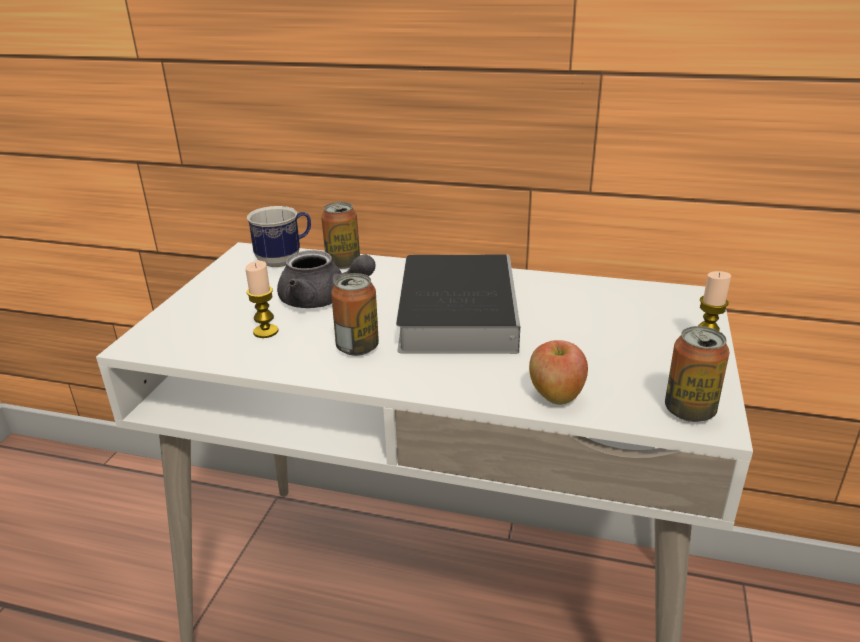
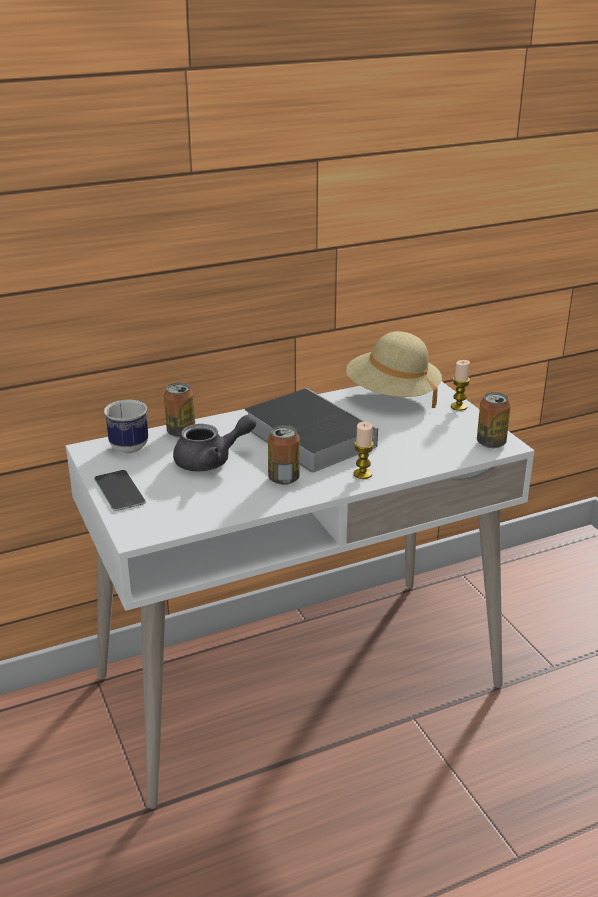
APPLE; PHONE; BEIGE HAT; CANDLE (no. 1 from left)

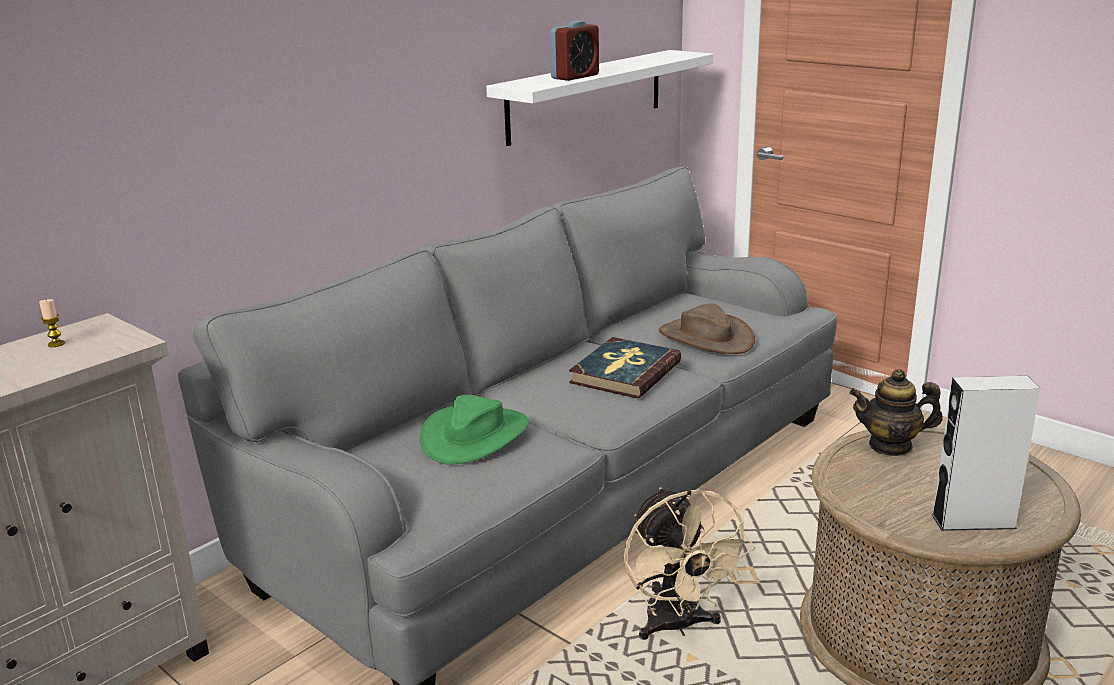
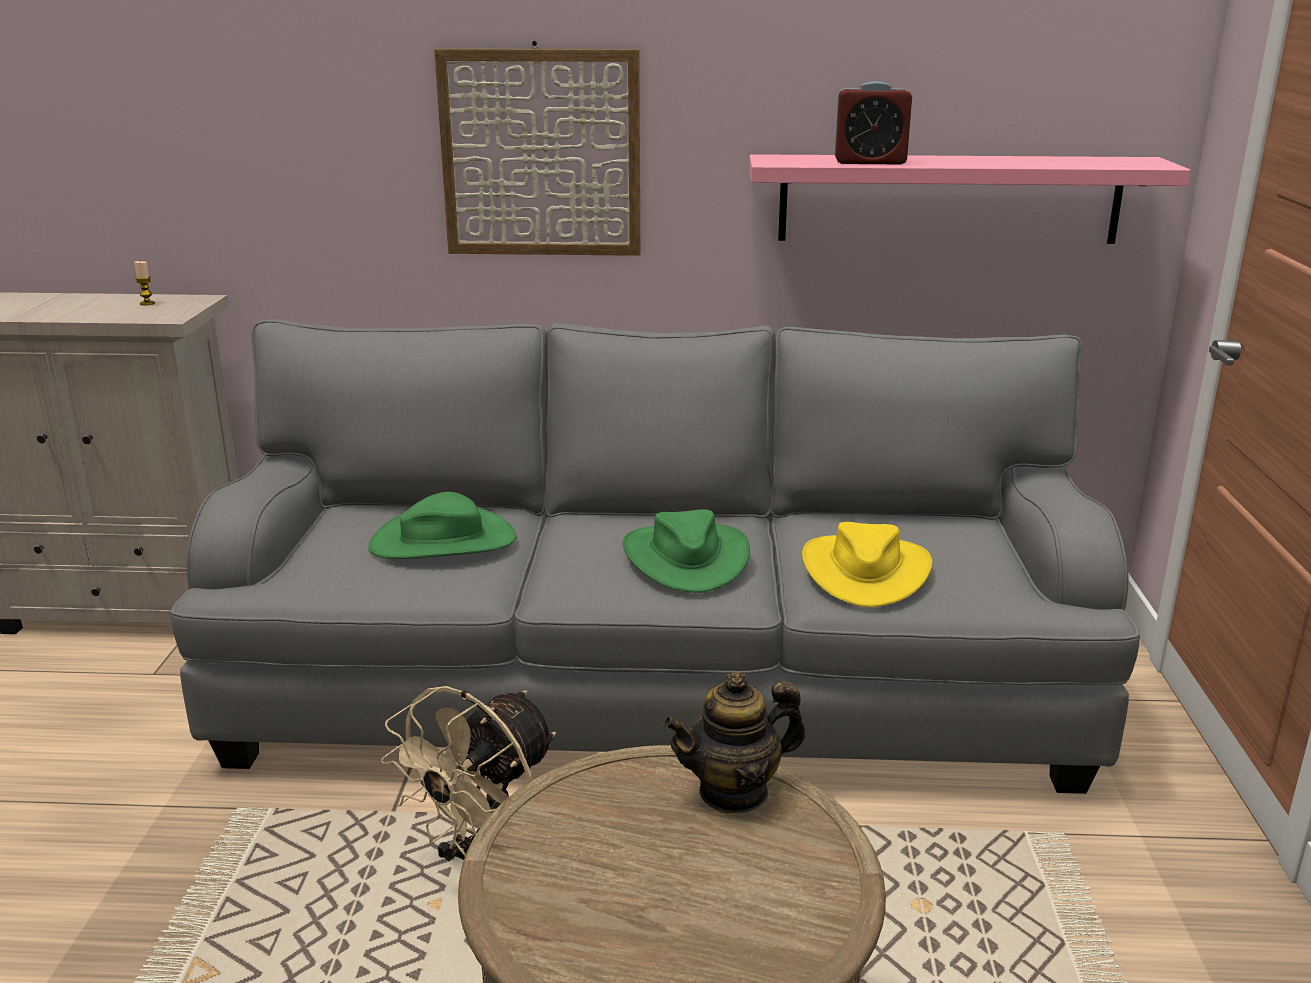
GREY SPEAKER; PICTURE; GREEN HAT (no. 2 from left); PINK SHELF; YELLOW HAT; TEAPOT

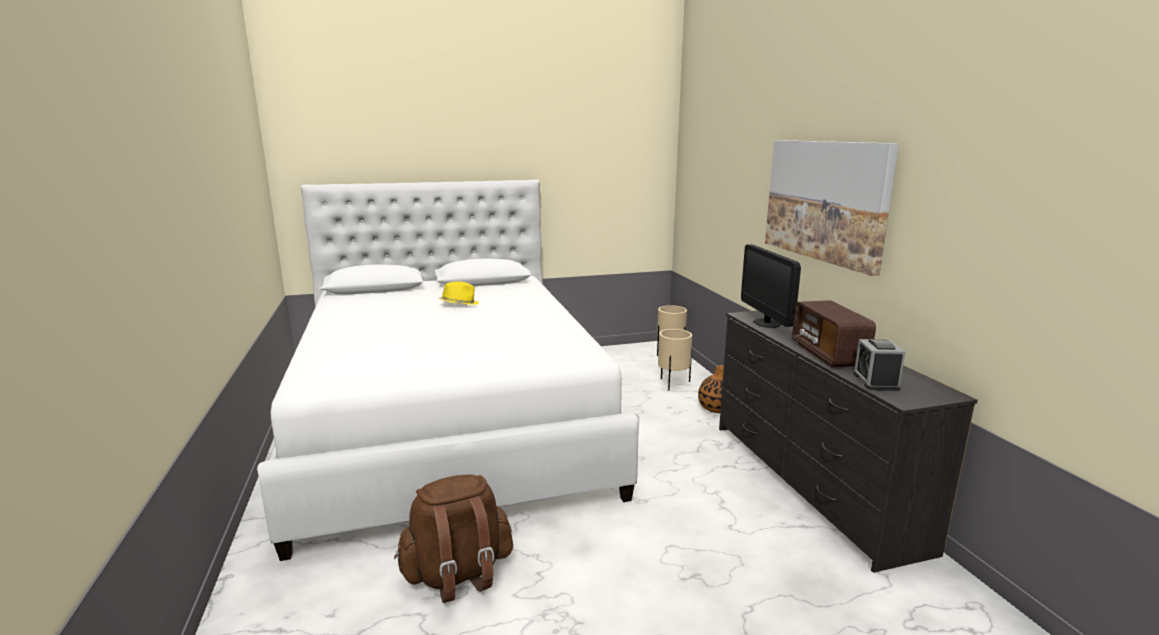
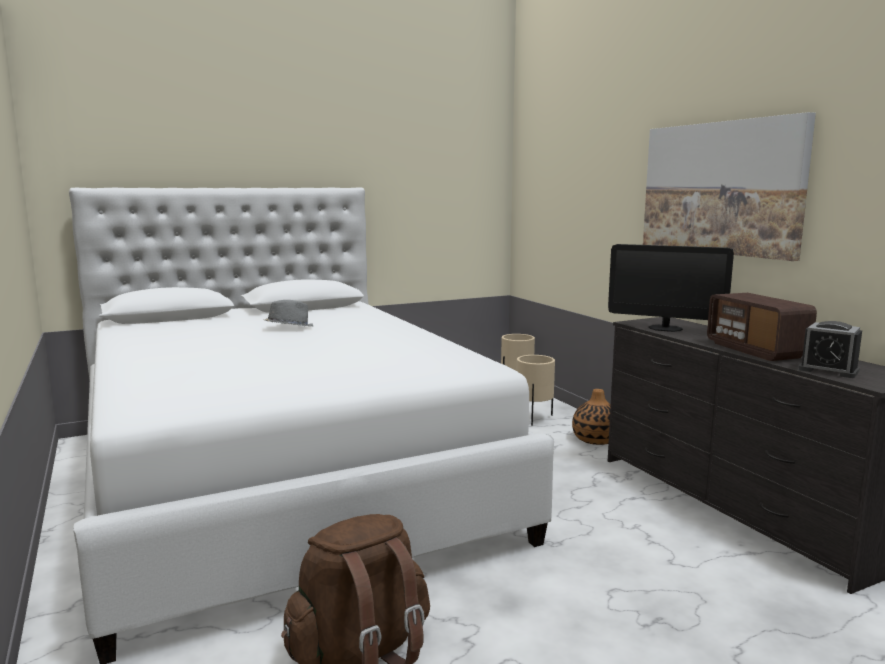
GREY HAT; MONITOR; ALARM CLOCK

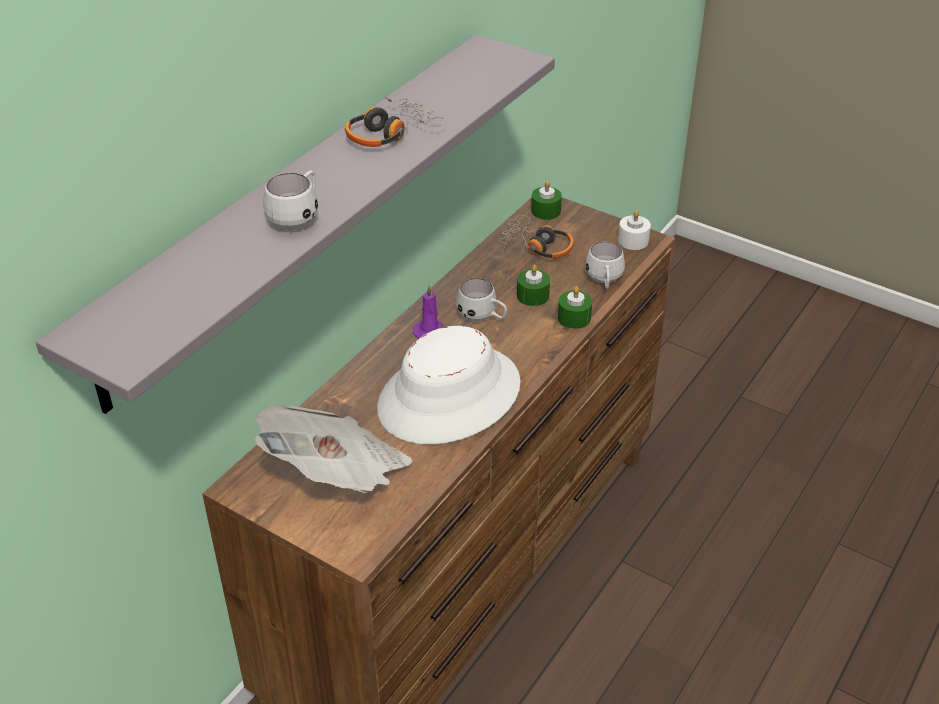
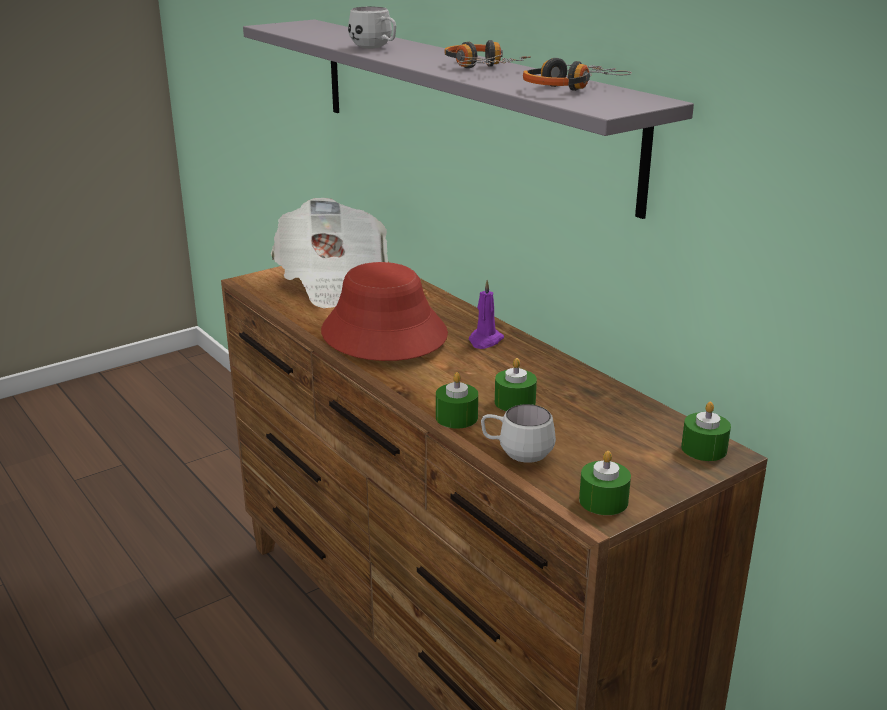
WHITE MUG (no. 2 from left in the first image); HEADPHONES (no. 2 from left); RED HAT; GREEN CANDLE (no. 3 from left)

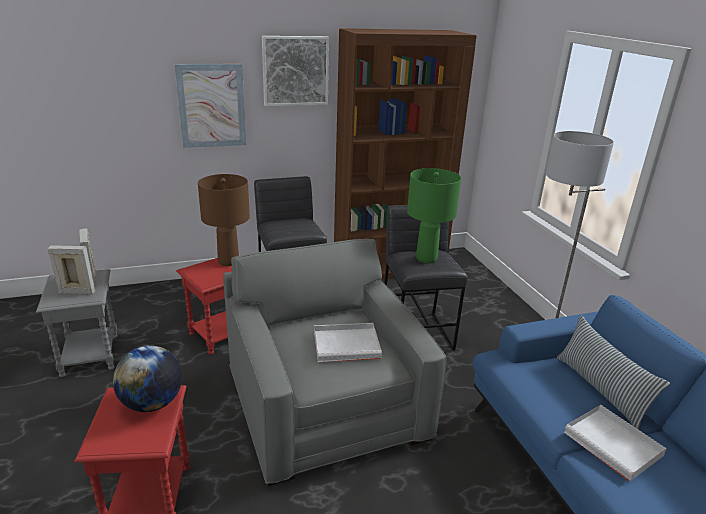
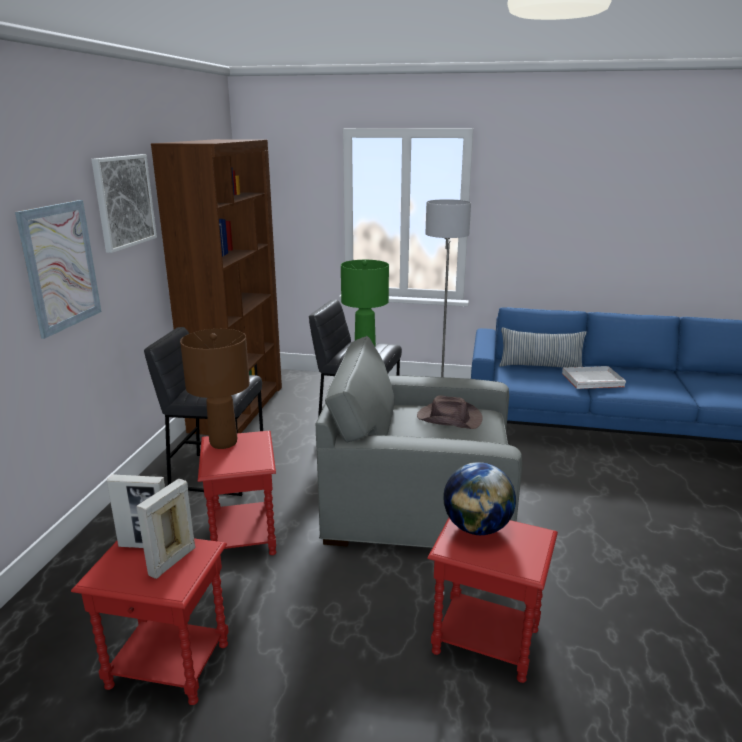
BROWN HAT; RED SIDE TABLE (no. 1 from left)

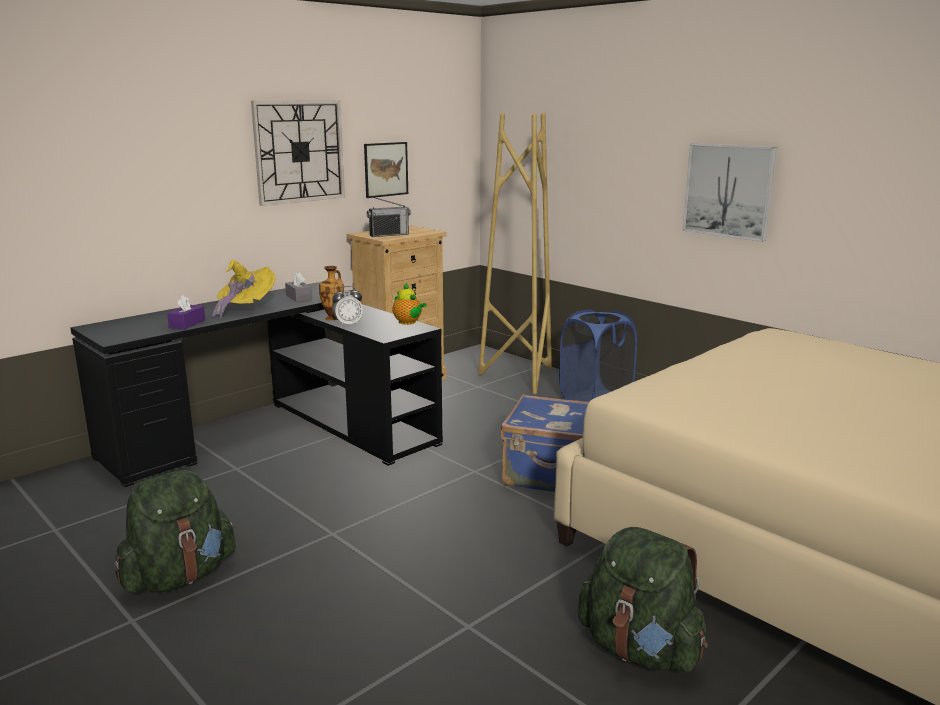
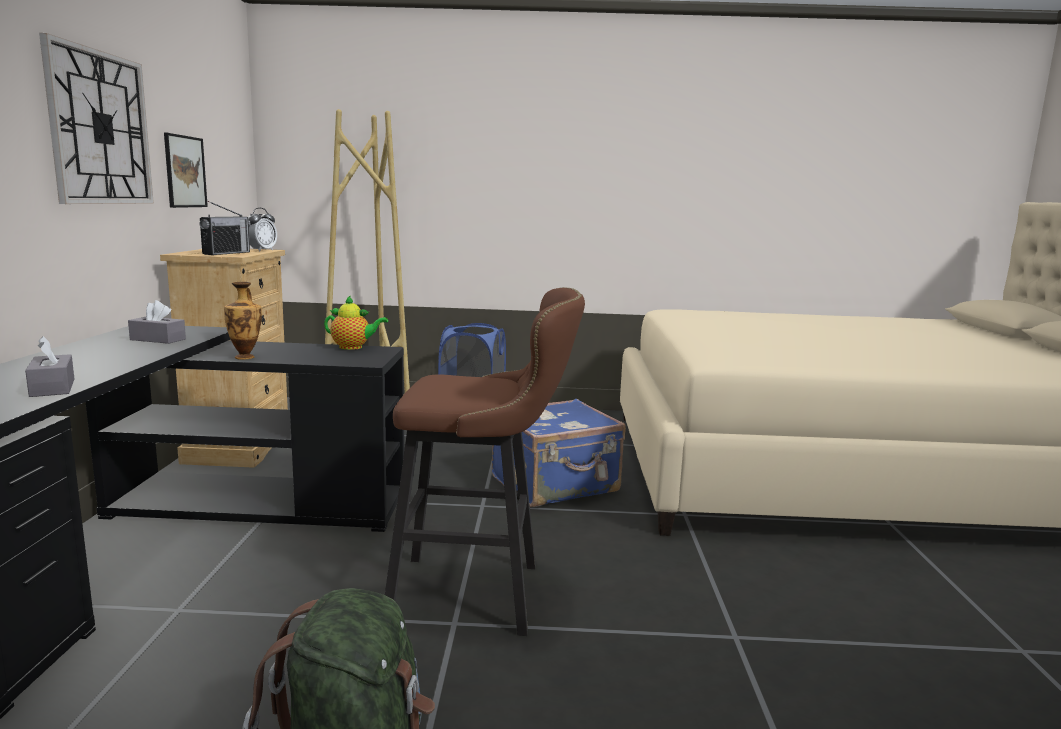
YELLOW HAT; GREEN BACKPACK (no. 2 from left in the first image); PICTURE (no. 2 from left in the first image); BROWN STOOL; ALARM CLOCK; GREY TISSUE BOX (no. 1 from left)

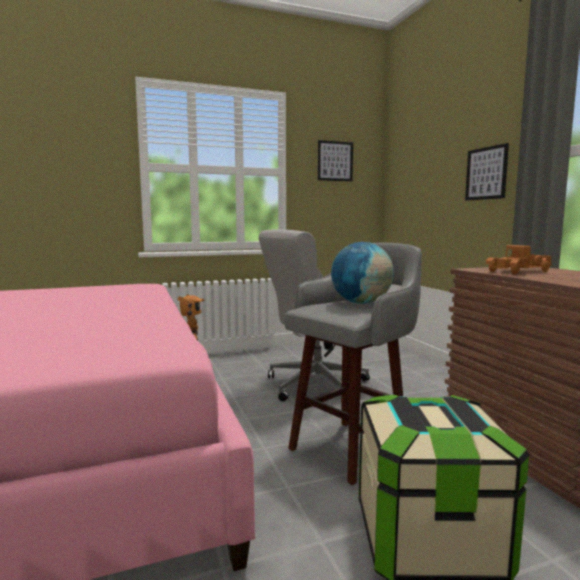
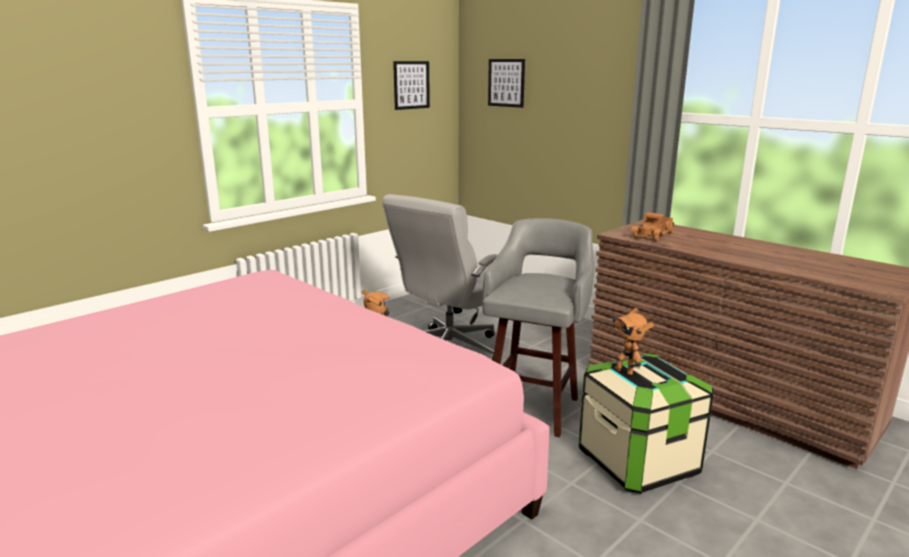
GLOBE; TOY ROBOT (no. 2 from left); PICTURE (no. 2 from left)

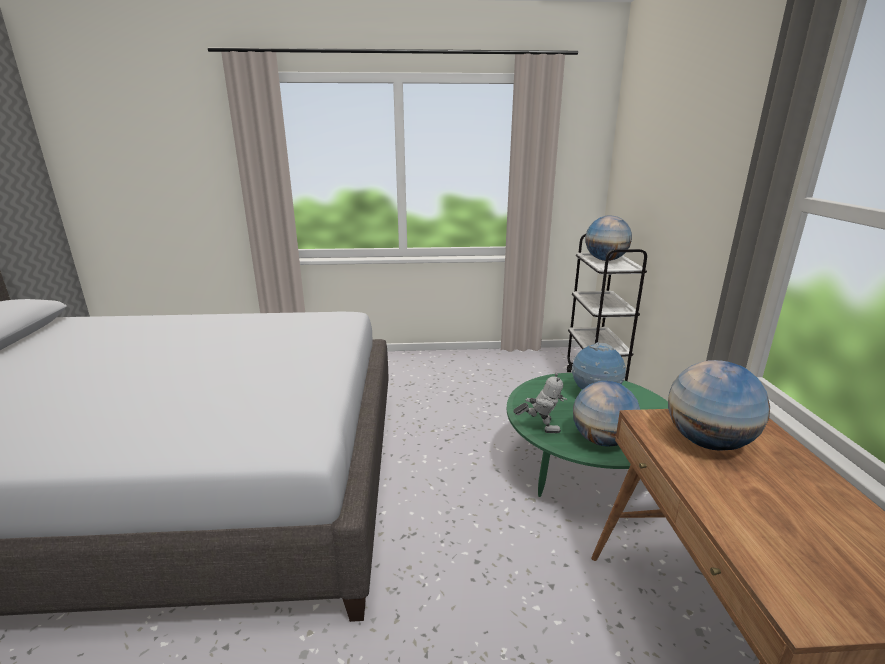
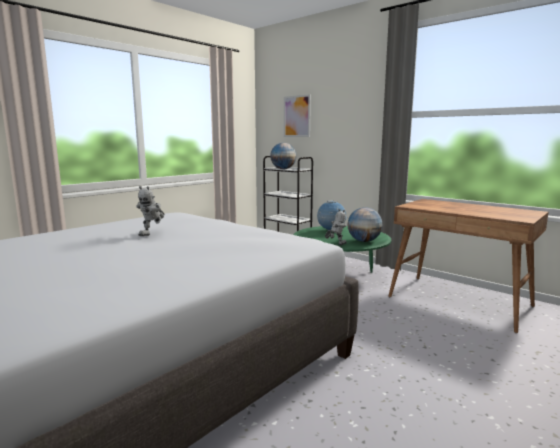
GLOBE (no. 4 from left in the first image); TOY ROBOT (no. 1 from left); PICTURE

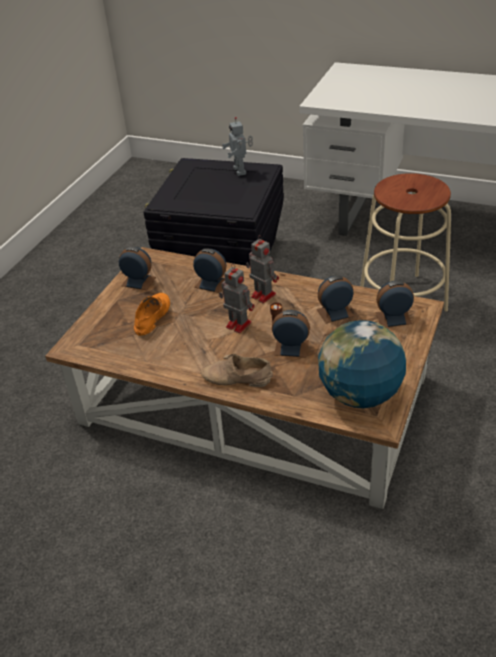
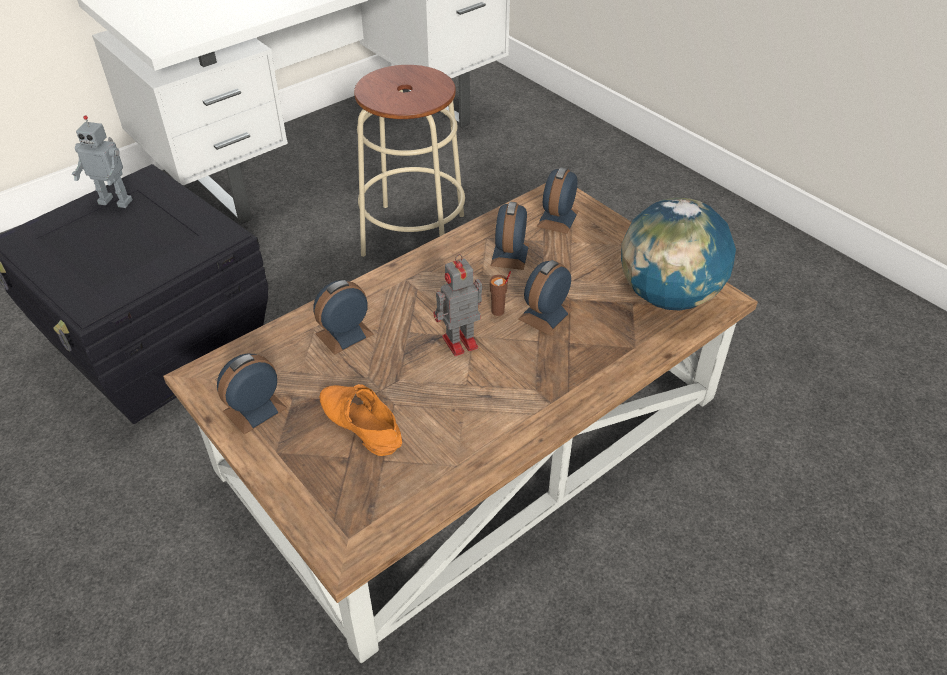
BEIGE SHOE; TOY ROBOT (no. 3 from left in the first image)

